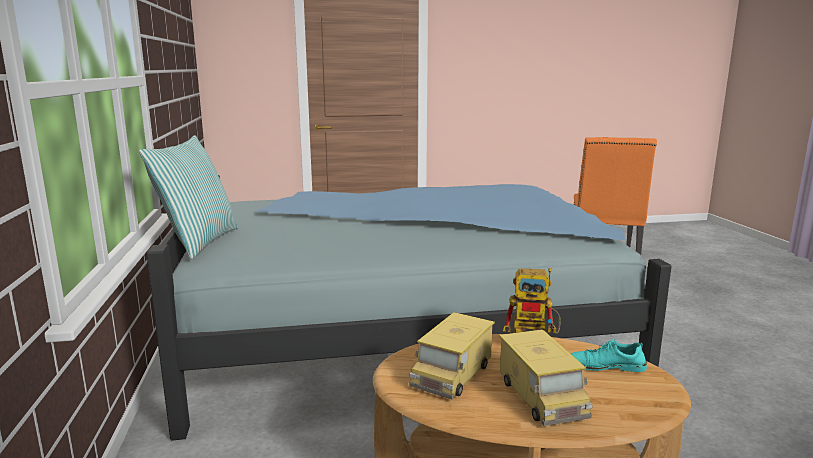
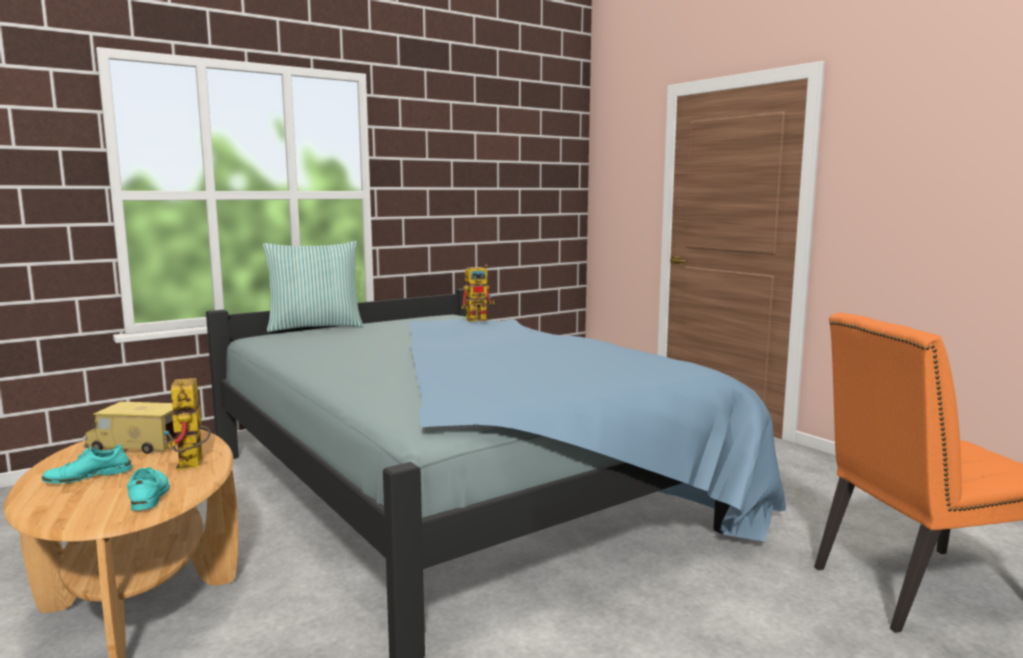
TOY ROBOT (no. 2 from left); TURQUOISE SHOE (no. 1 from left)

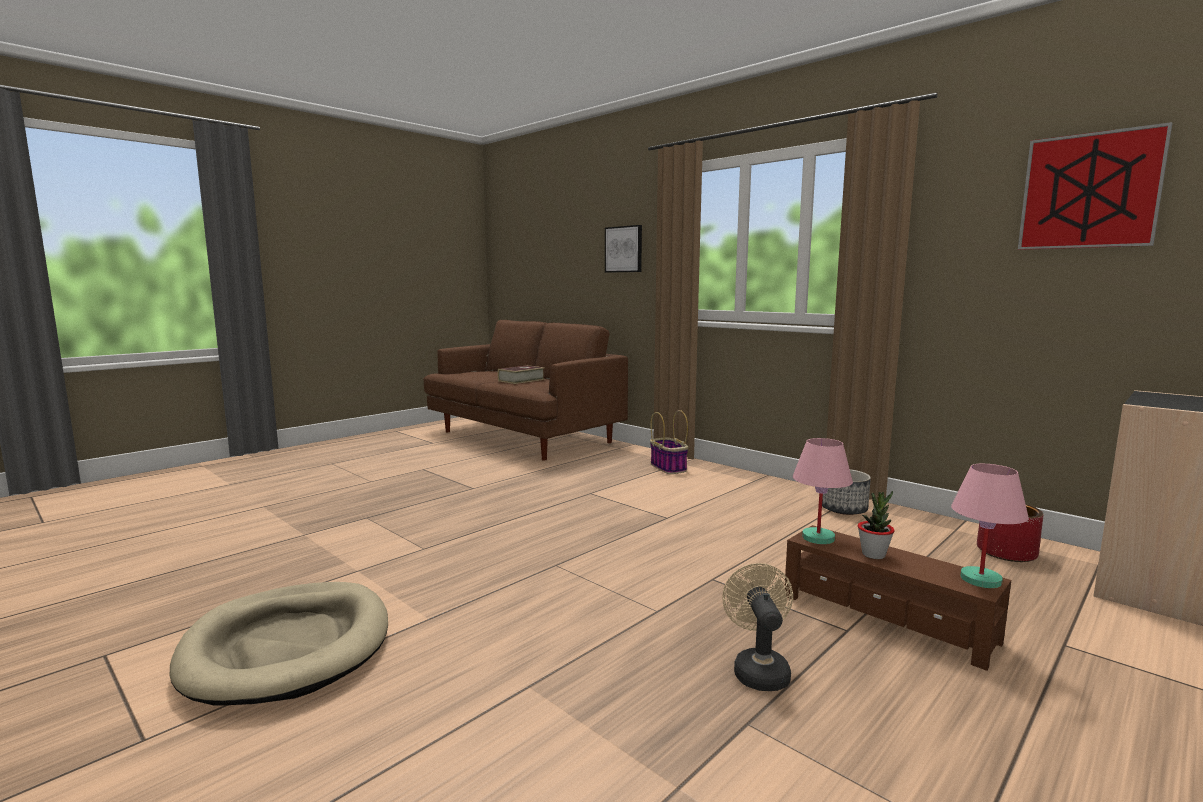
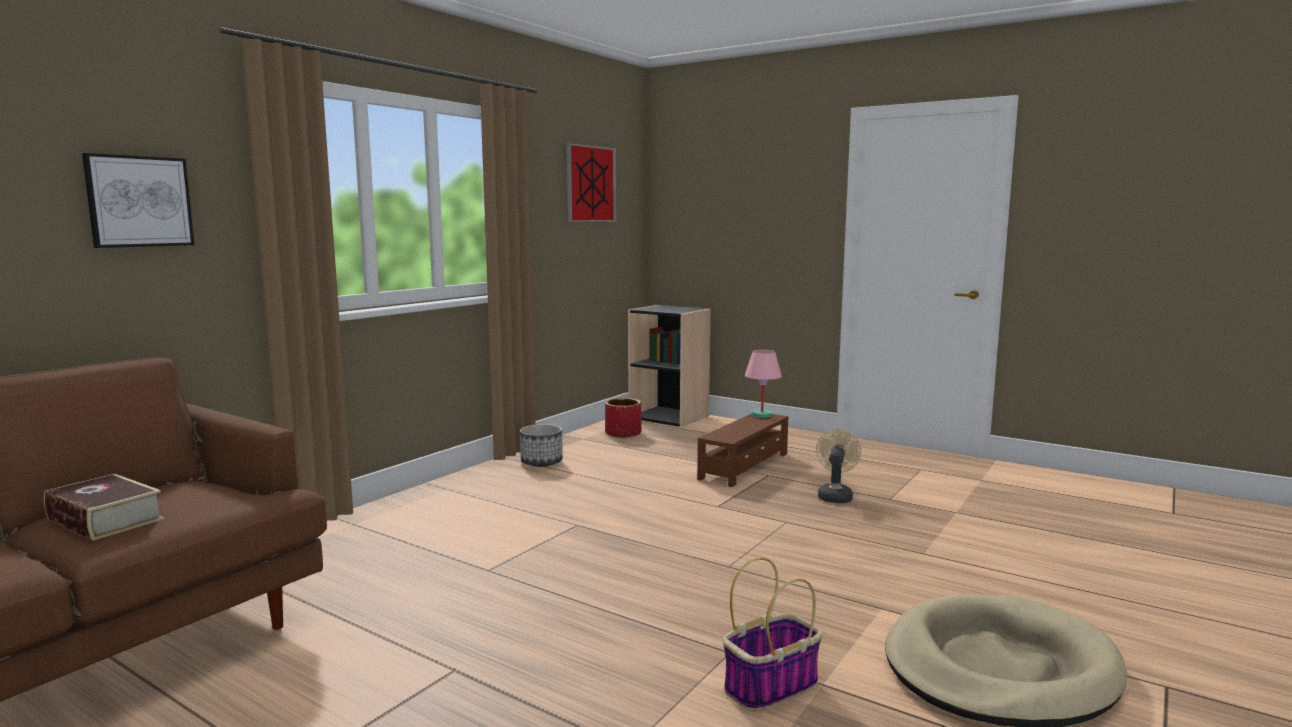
PINK TABLE LAMP (no. 1 from left in the first image); POTTED PLANT; BASKET; BEIGE FAN

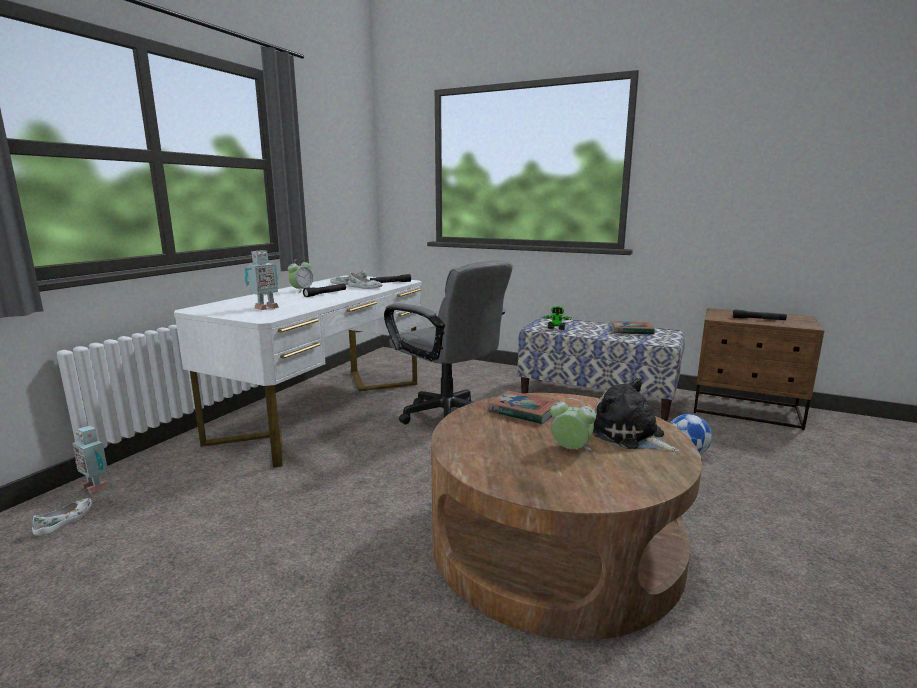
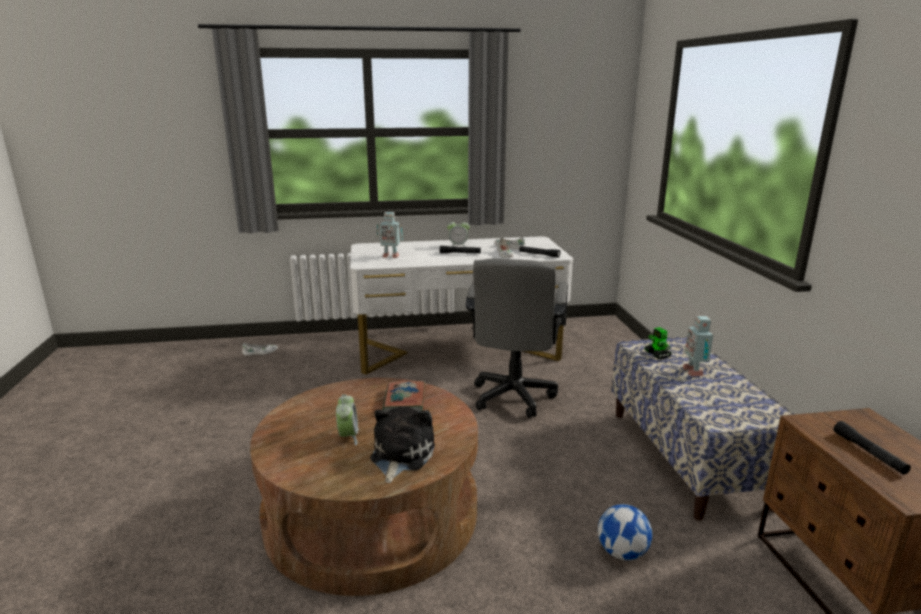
BOOK (no. 2 from left in the first image); TOY ROBOT (no. 3 from left)

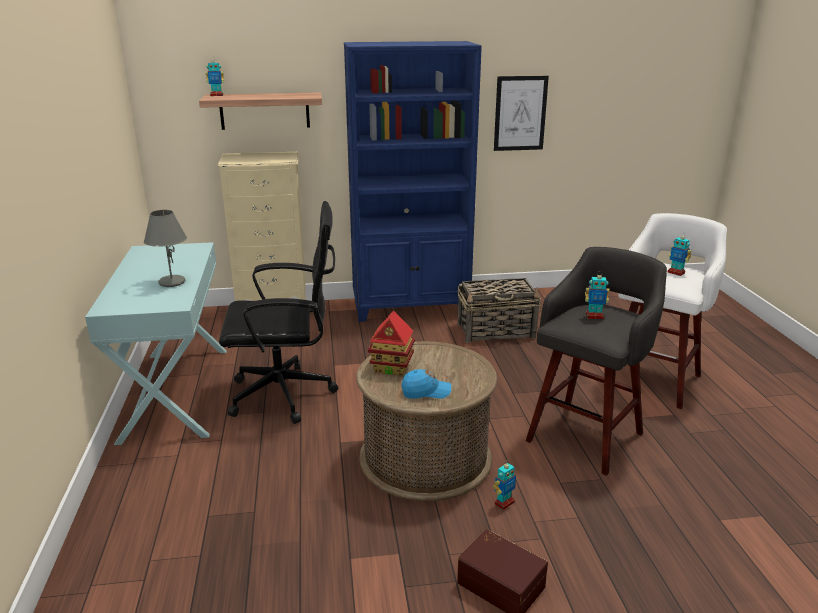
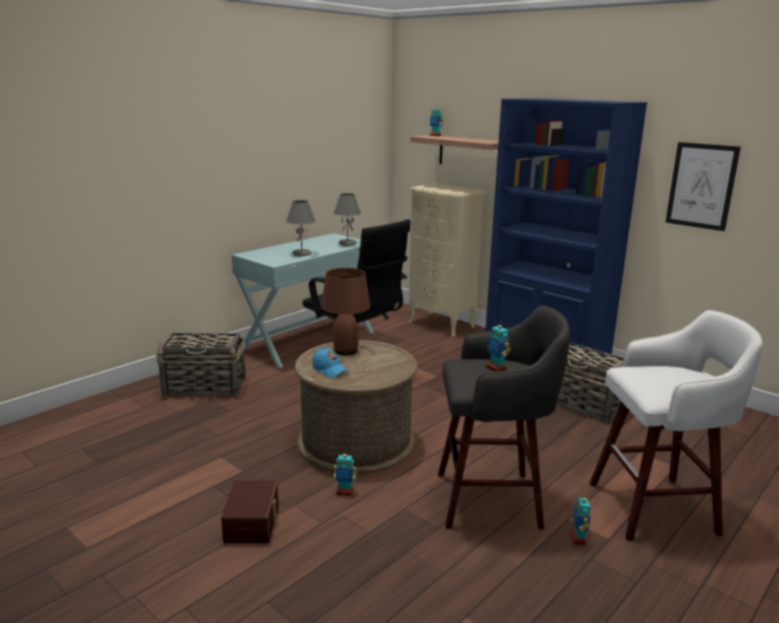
BASKET (no. 1 from left); GREY TABLE LAMP (no. 2 from left); TOY ROBOT (no. 4 from left); BROWN TABLE LAMP

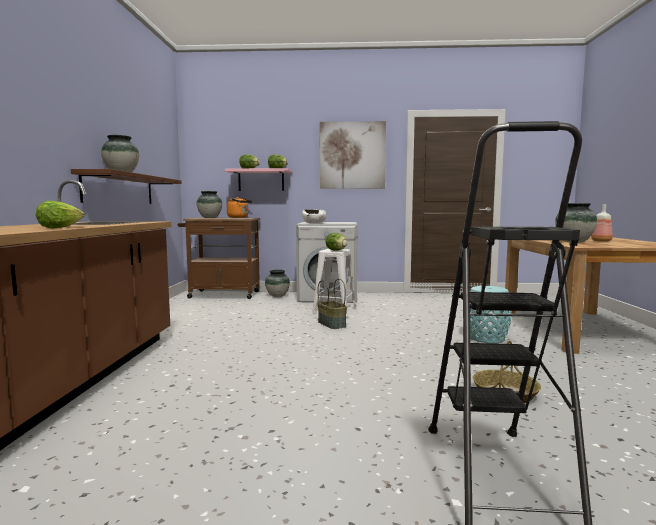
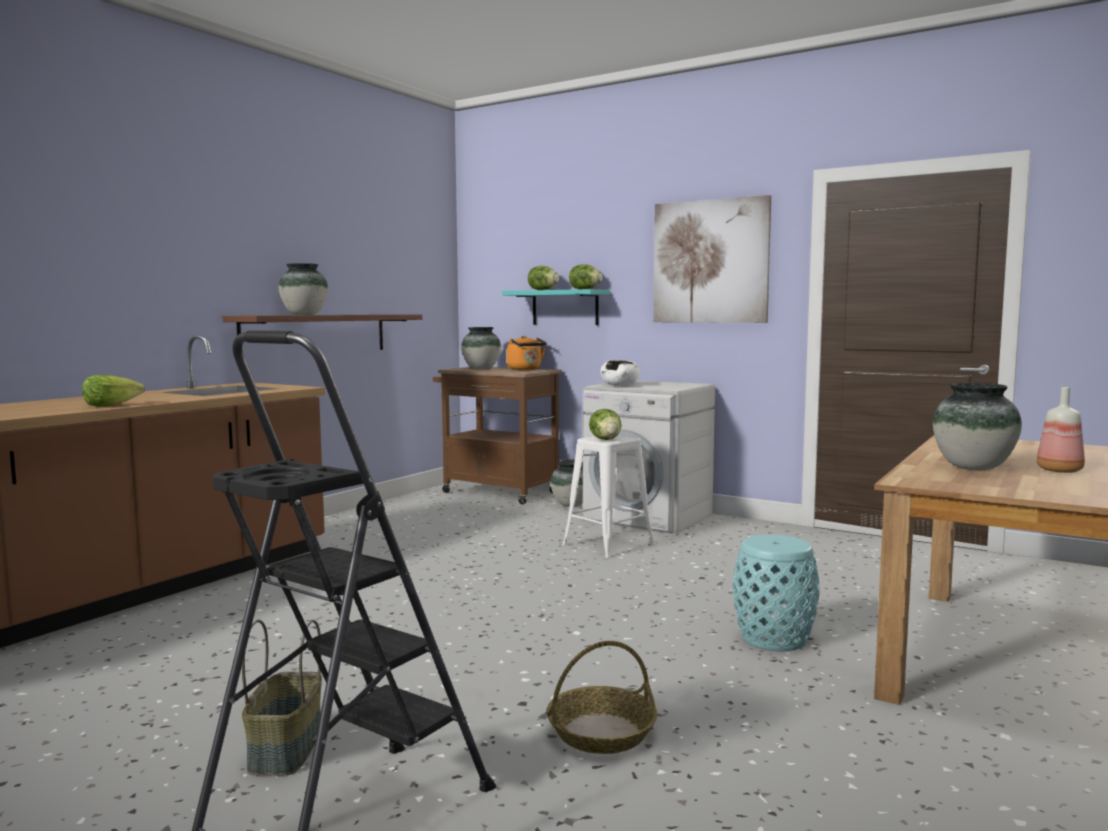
BASKET (no. 1 from left); TURQUOISE SHELF

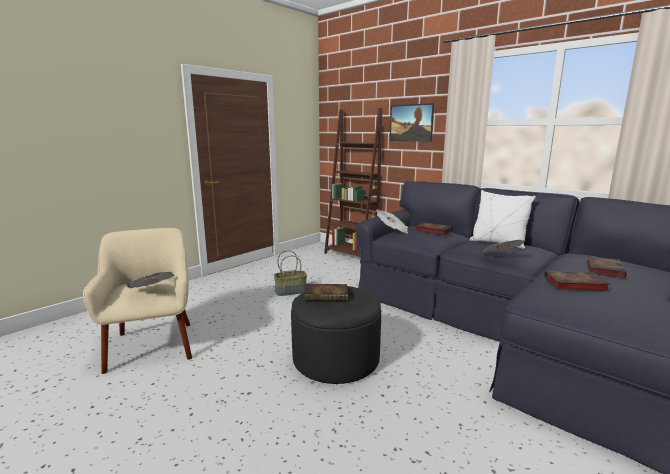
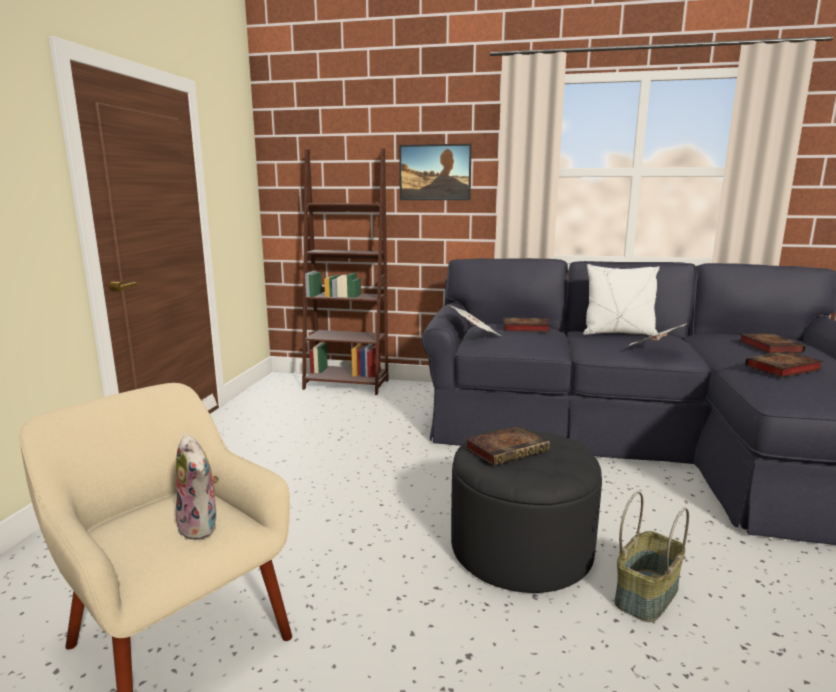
BASKET; PLUSH TOY

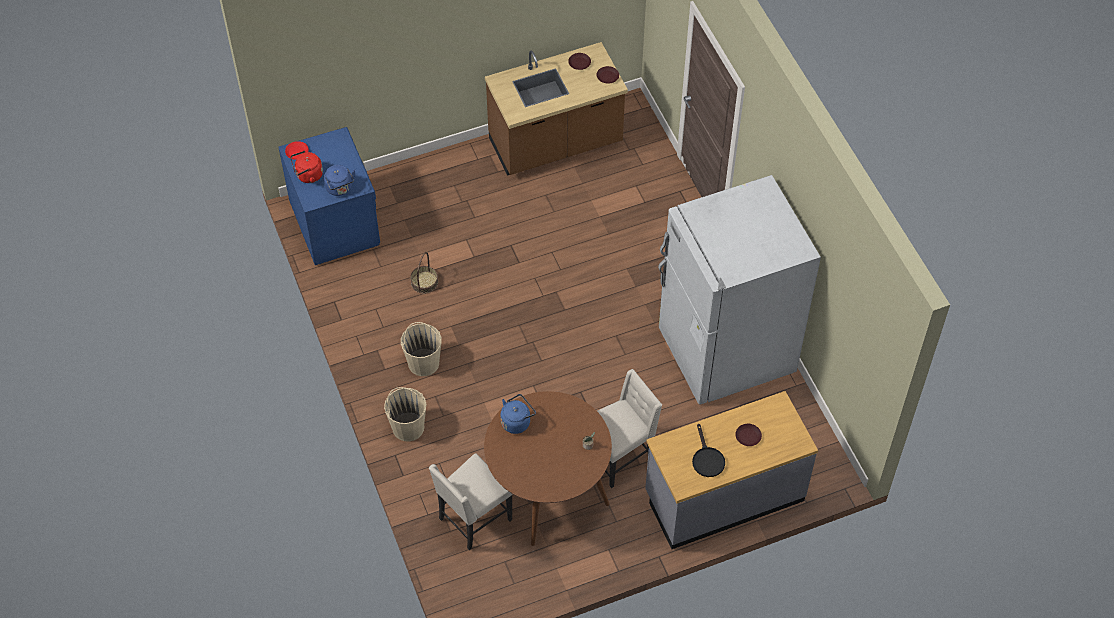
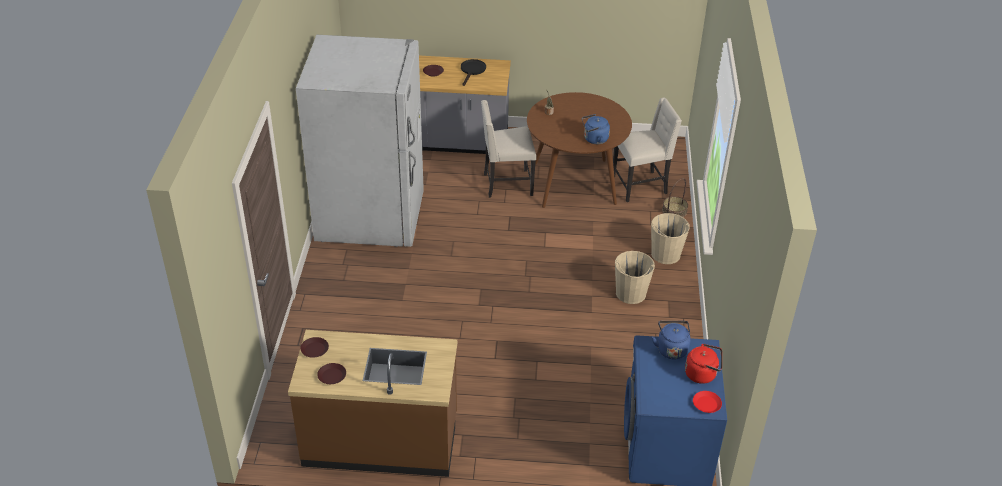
BASKET

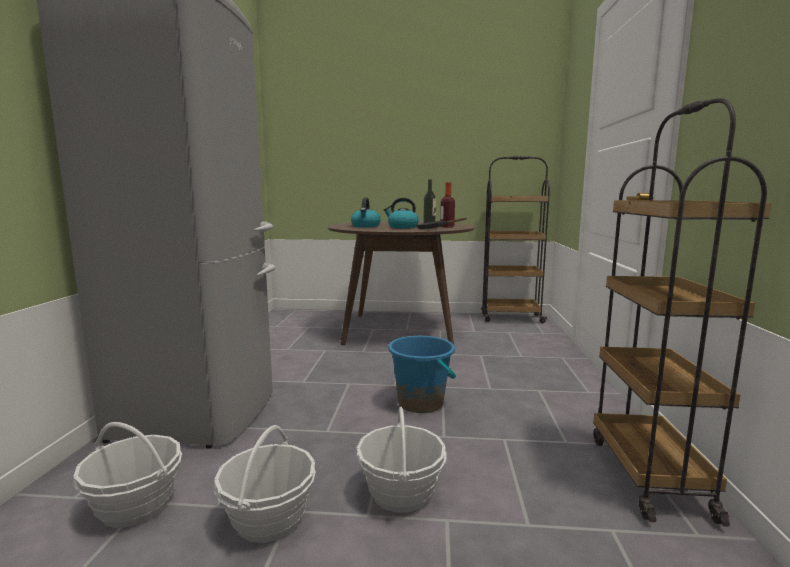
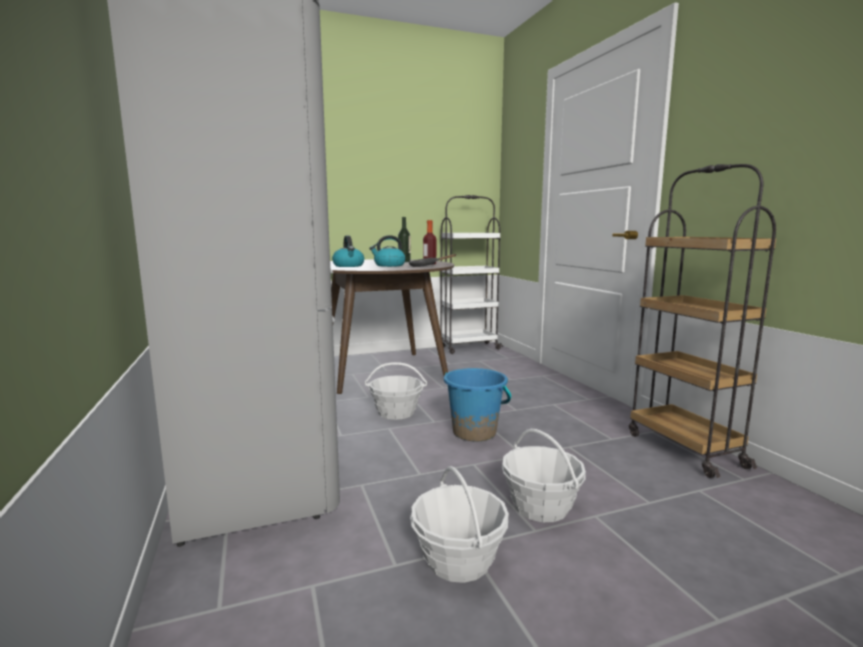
BASKET (no. 1 from left); WHITE CART

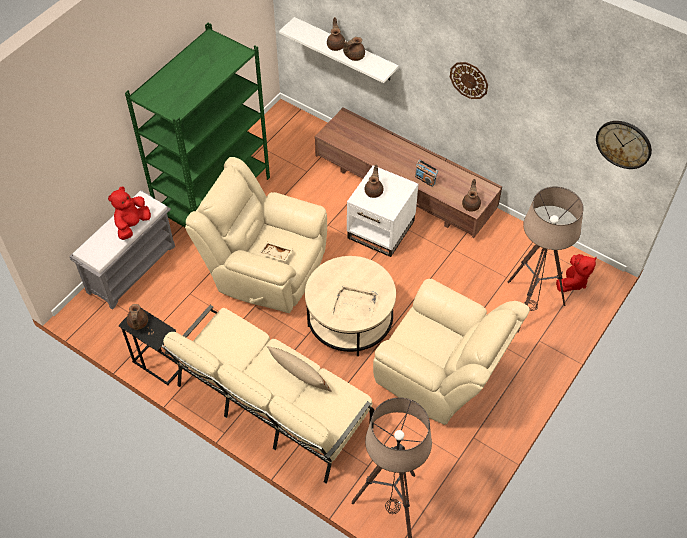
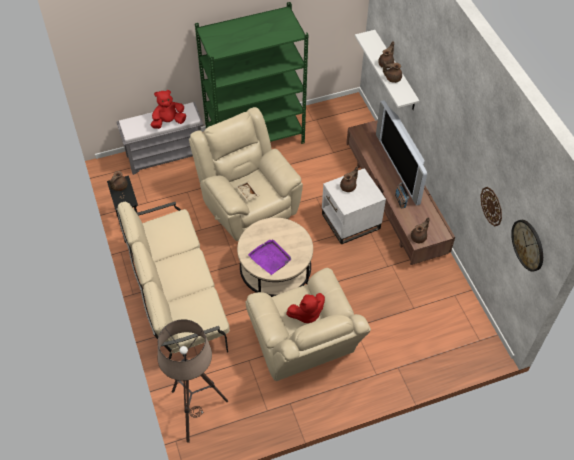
BEIGE PILLOW; FLOOR LAMP (no. 2 from left in the first image); TELEVISION; WALL CLOCK (no. 1 from left); RED PLUSH TOY (no. 2 from left); PURPLE TRAY

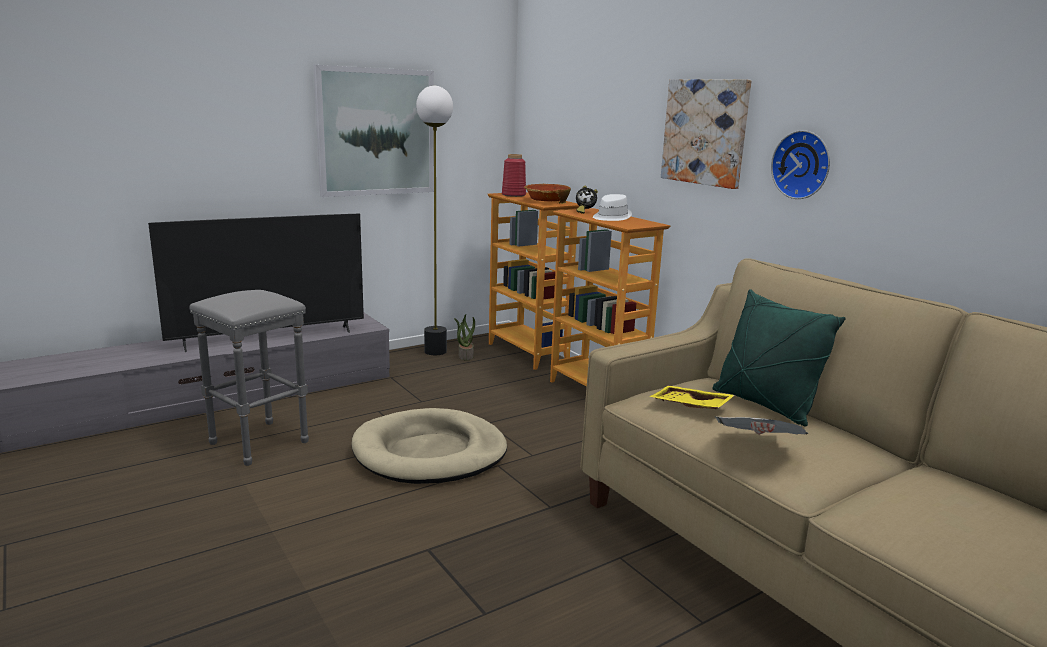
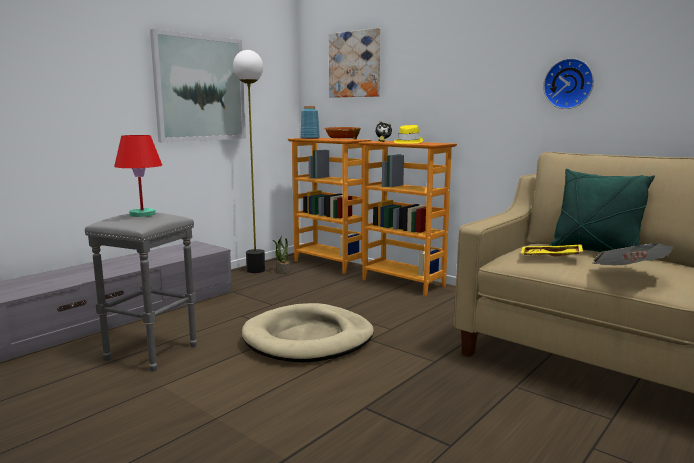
TELEVISION; RED TABLE LAMP; PICTURE (no. 2 from left); BLUE VASE; YELLOW HAT

